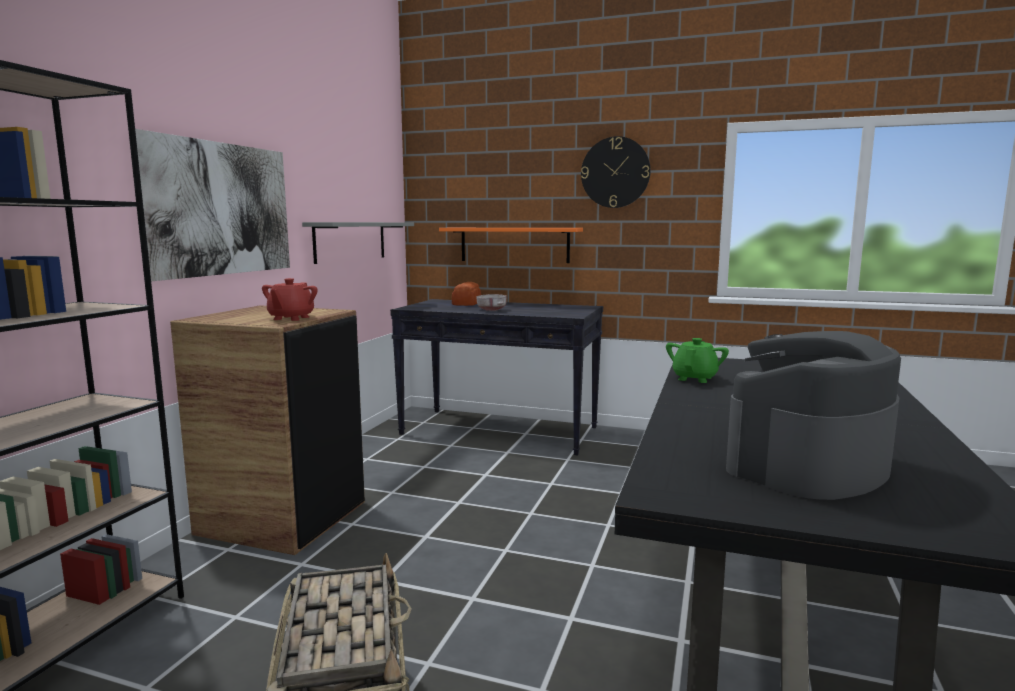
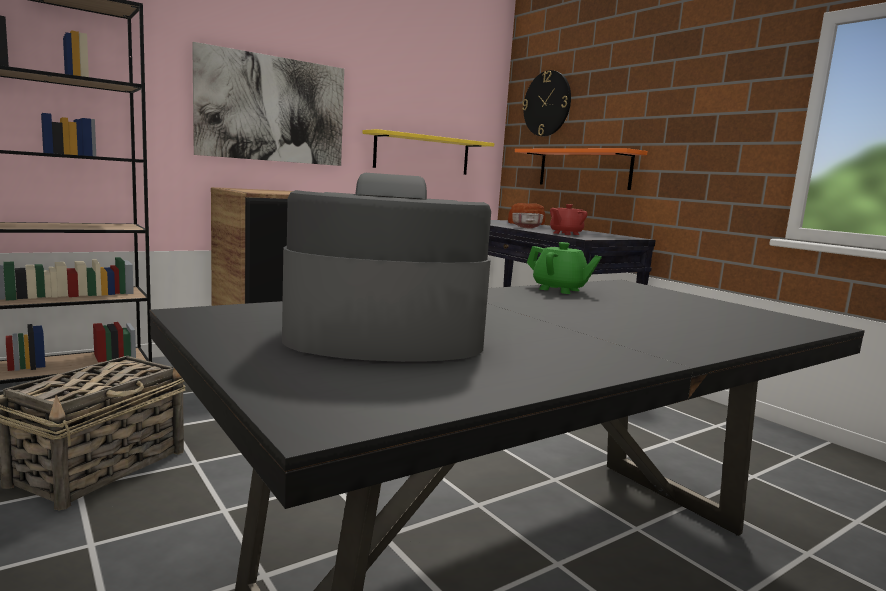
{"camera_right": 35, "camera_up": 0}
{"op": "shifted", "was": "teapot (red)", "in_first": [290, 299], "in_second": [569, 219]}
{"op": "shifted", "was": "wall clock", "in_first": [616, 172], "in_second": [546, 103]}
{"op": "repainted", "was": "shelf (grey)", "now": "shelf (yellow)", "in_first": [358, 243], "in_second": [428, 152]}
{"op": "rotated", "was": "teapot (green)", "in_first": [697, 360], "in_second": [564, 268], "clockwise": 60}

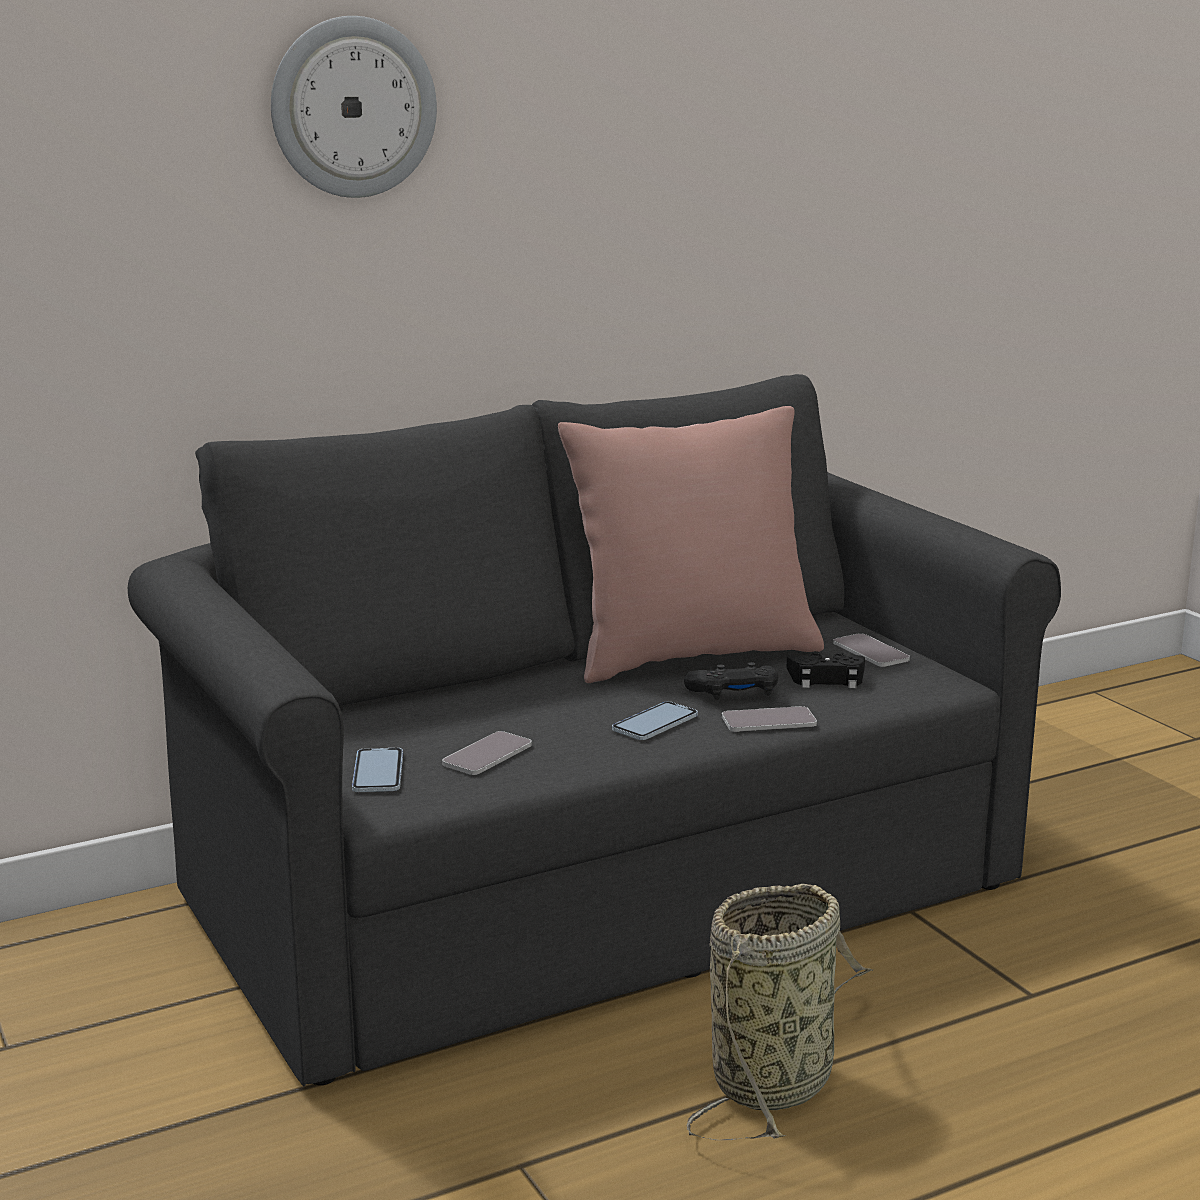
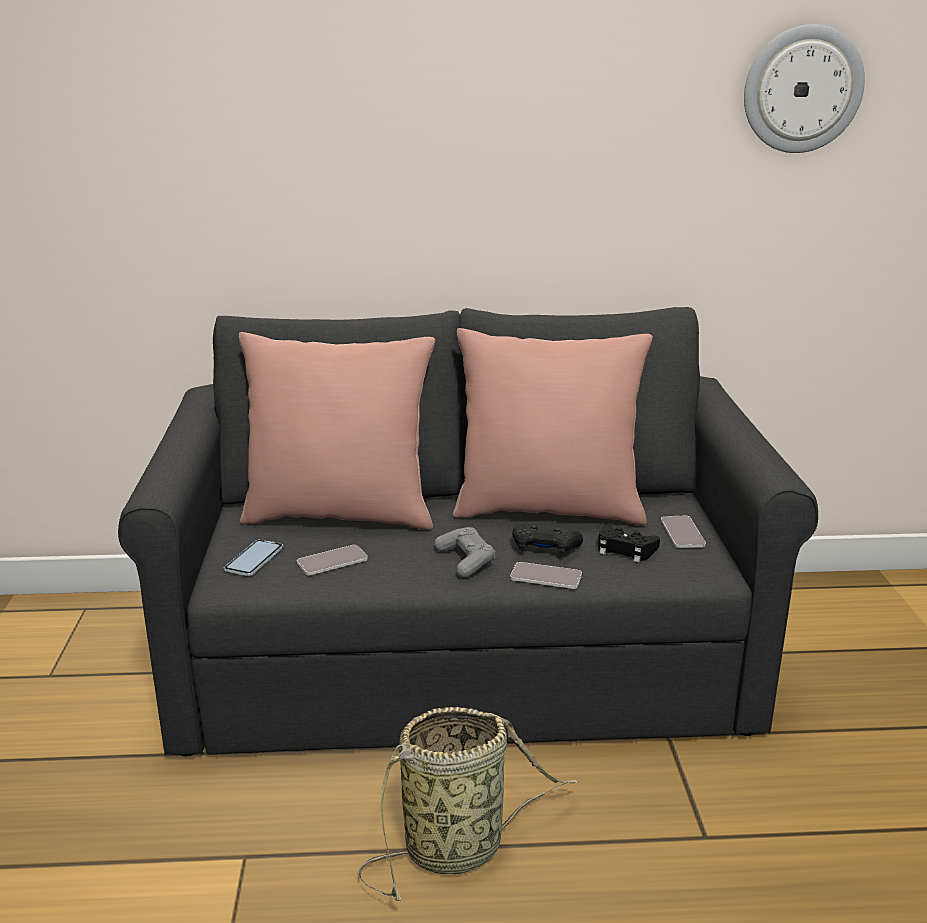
{"camera_right": 25, "camera_up": 5}
{"op": "new", "now": "pillow (pink)", "in_second": [337, 431]}
{"op": "shifted", "was": "wall clock", "in_first": [354, 107], "in_second": [804, 88]}
{"op": "swapped", "was": "phone", "now": "game controller (grey)", "in_first": [655, 720], "in_second": [464, 552]}

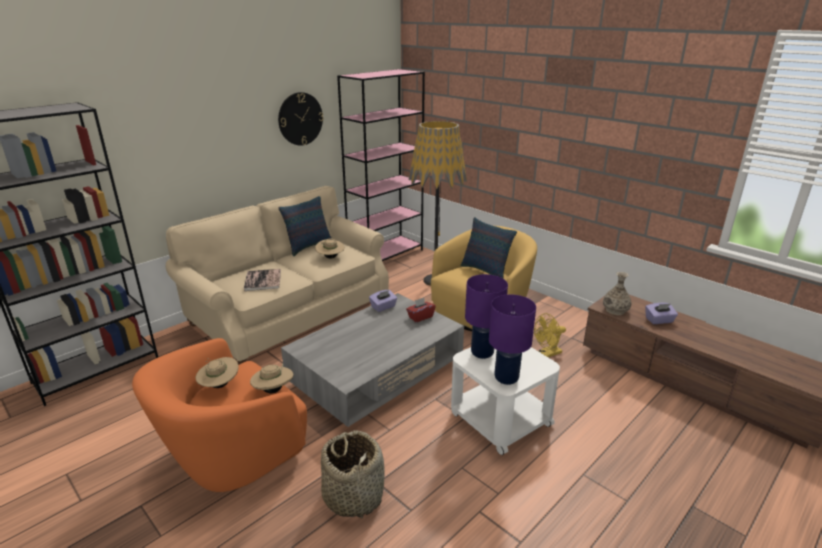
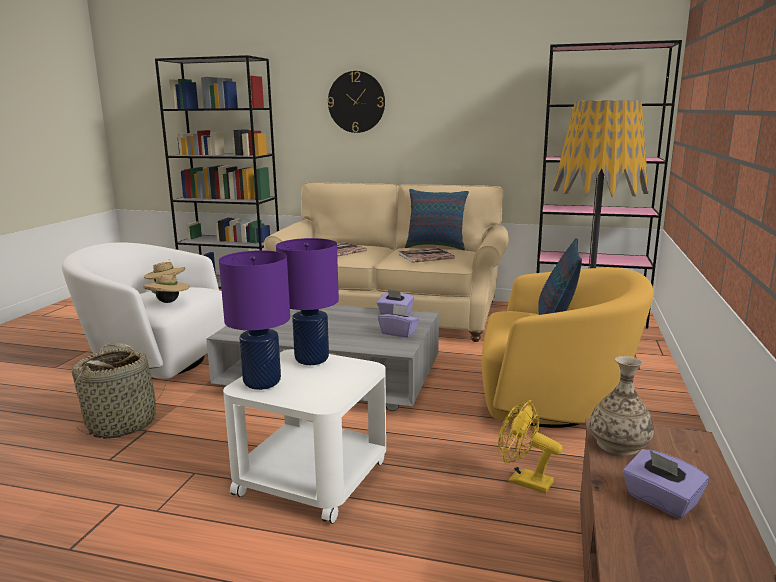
{"camera_right": 60, "camera_up": -10}
{"op": "shifted", "was": "wall clock", "in_first": [301, 119], "in_second": [356, 102]}
{"op": "swapped", "was": "hat (beige)", "now": "book", "in_first": [329, 248], "in_second": [426, 255]}
{"op": "repainted", "was": "armchair (orange)", "now": "armchair (white)", "in_first": [219, 415], "in_second": [143, 310]}
{"op": "repainted", "was": "tissue box (red)", "now": "tissue box (purple)", "in_first": [421, 310], "in_second": [398, 321]}

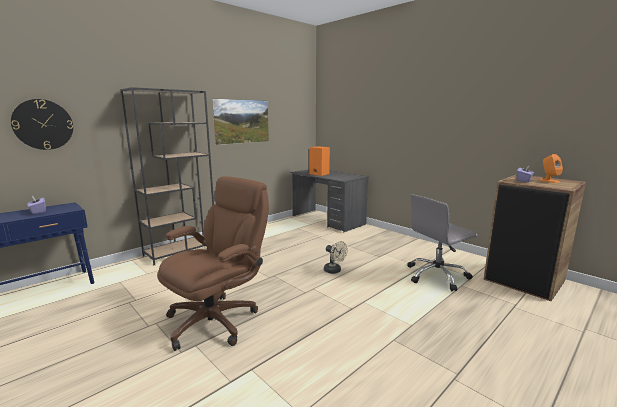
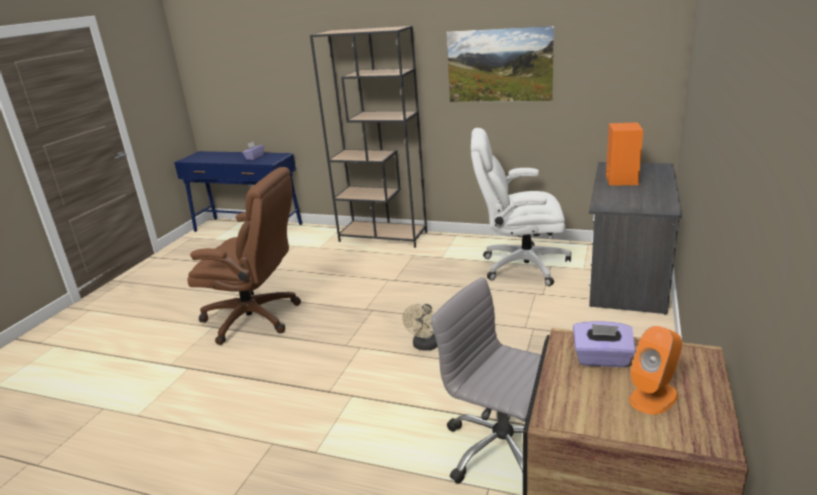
{"camera_right": 65, "camera_up": 10}
{"op": "gone", "was": "wall clock", "in_first": [42, 124]}
{"op": "new", "now": "office chair (white)", "in_second": [521, 207]}

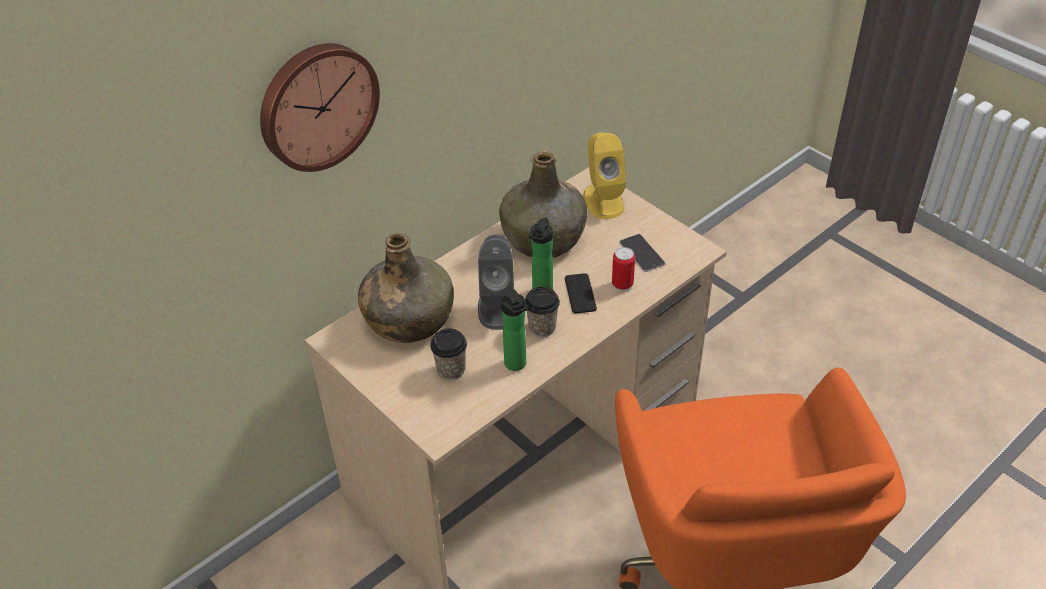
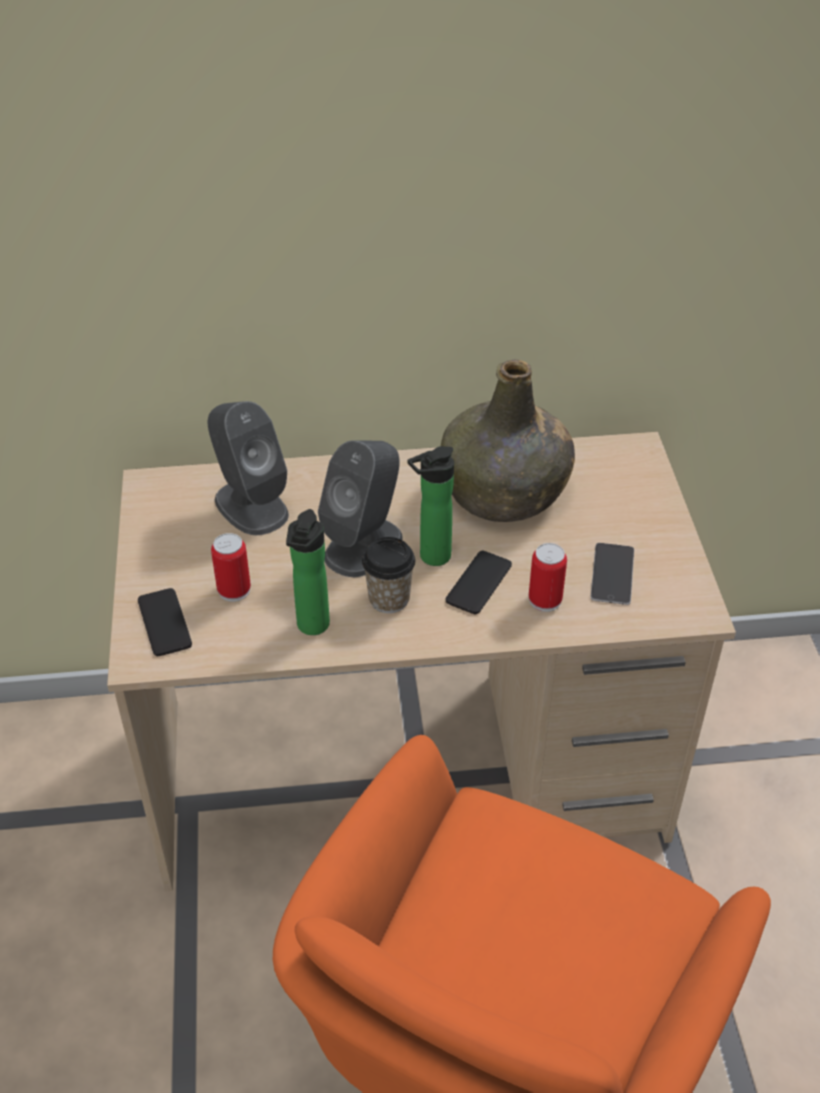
{"camera_right": 35, "camera_up": 0}
{"op": "gone", "was": "wall clock", "in_first": [320, 107]}
{"op": "gone", "was": "speaker (yellow)", "in_first": [604, 175]}
{"op": "new", "now": "phone", "in_second": [165, 622]}
{"op": "swapped", "was": "bottle (green)", "now": "speaker (grey)", "in_first": [406, 288], "in_second": [248, 468]}
{"op": "swapped", "was": "cup", "now": "can", "in_first": [448, 354], "in_second": [231, 567]}

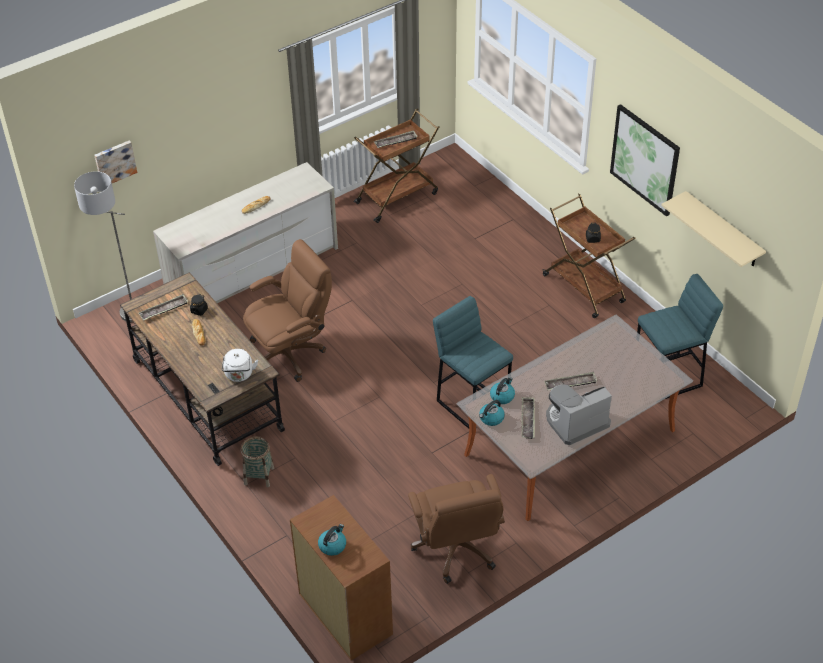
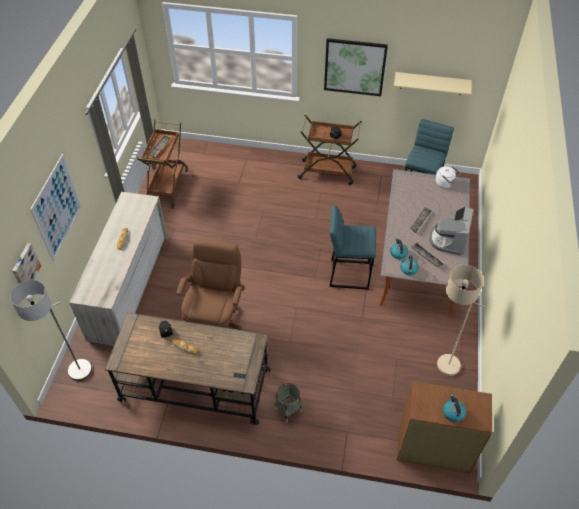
{"camera_right": -45, "camera_up": 5}
{"op": "gone", "was": "tray", "in_first": [163, 307]}
{"op": "new", "now": "picture", "in_second": [56, 207]}
{"op": "shifted", "was": "kettle (white)", "in_first": [240, 365], "in_second": [447, 177]}
{"op": "swapped", "was": "office chair (brown)", "now": "floor lamp (beige)", "in_first": [456, 529], "in_second": [460, 320]}

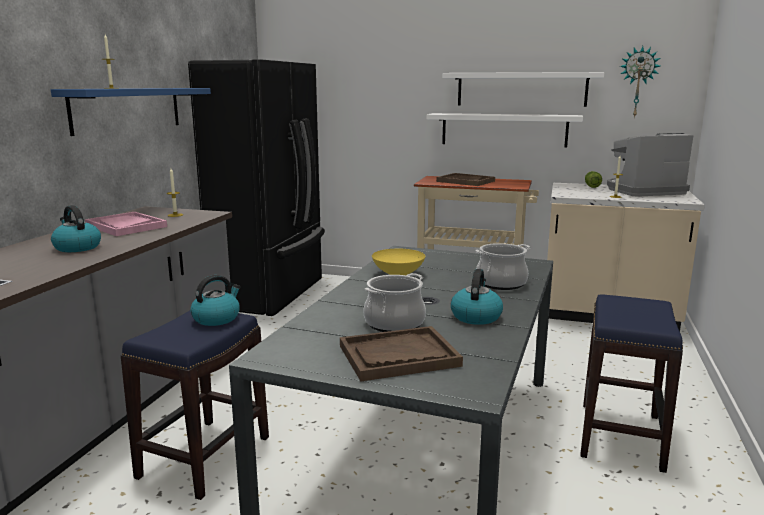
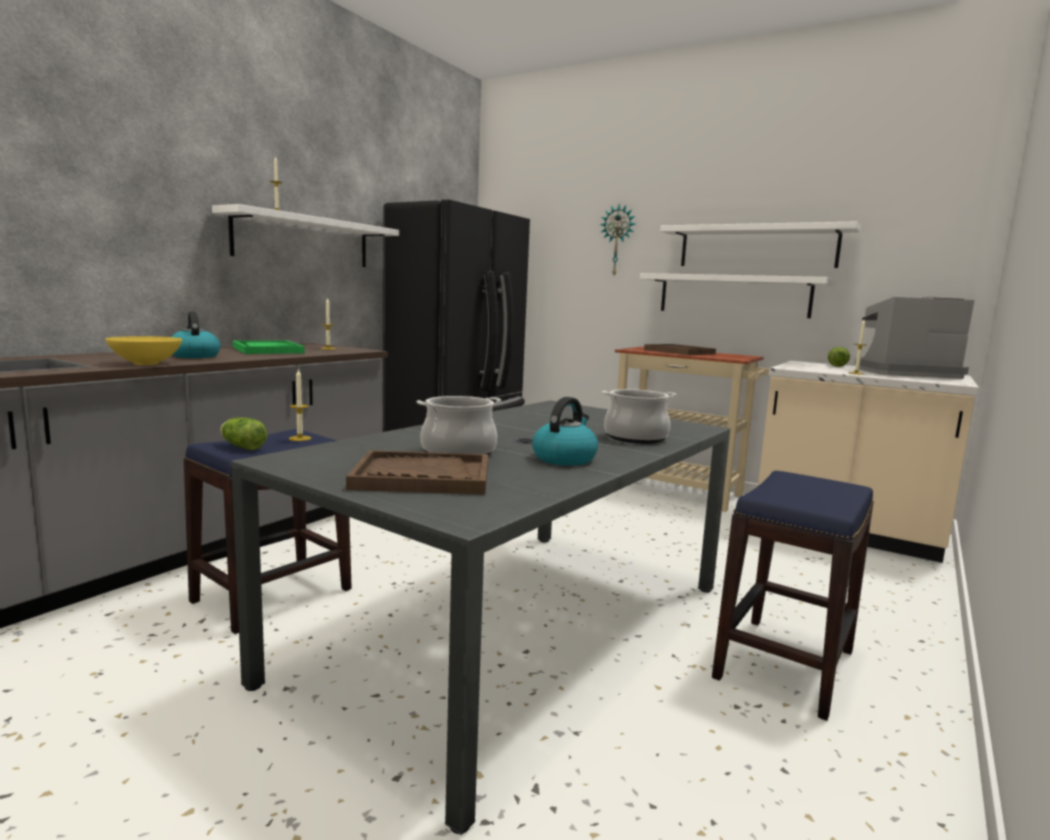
{"camera_right": 15, "camera_up": -5}
{"op": "new", "now": "lettuce", "in_second": [243, 433]}
{"op": "shifted", "was": "bowl (yellow)", "in_first": [398, 262], "in_second": [143, 350]}
{"op": "shifted", "was": "wall clock", "in_first": [640, 82], "in_second": [617, 239]}
{"op": "swapped", "was": "kettle", "now": "candle", "in_first": [215, 300], "in_second": [300, 405]}
{"op": "repainted", "was": "shelf (blue)", "now": "shelf (white)", "in_first": [131, 112], "in_second": [305, 235]}
{"op": "repainted", "was": "tray (pink)", "now": "tray (green)", "in_first": [126, 224], "in_second": [269, 347]}

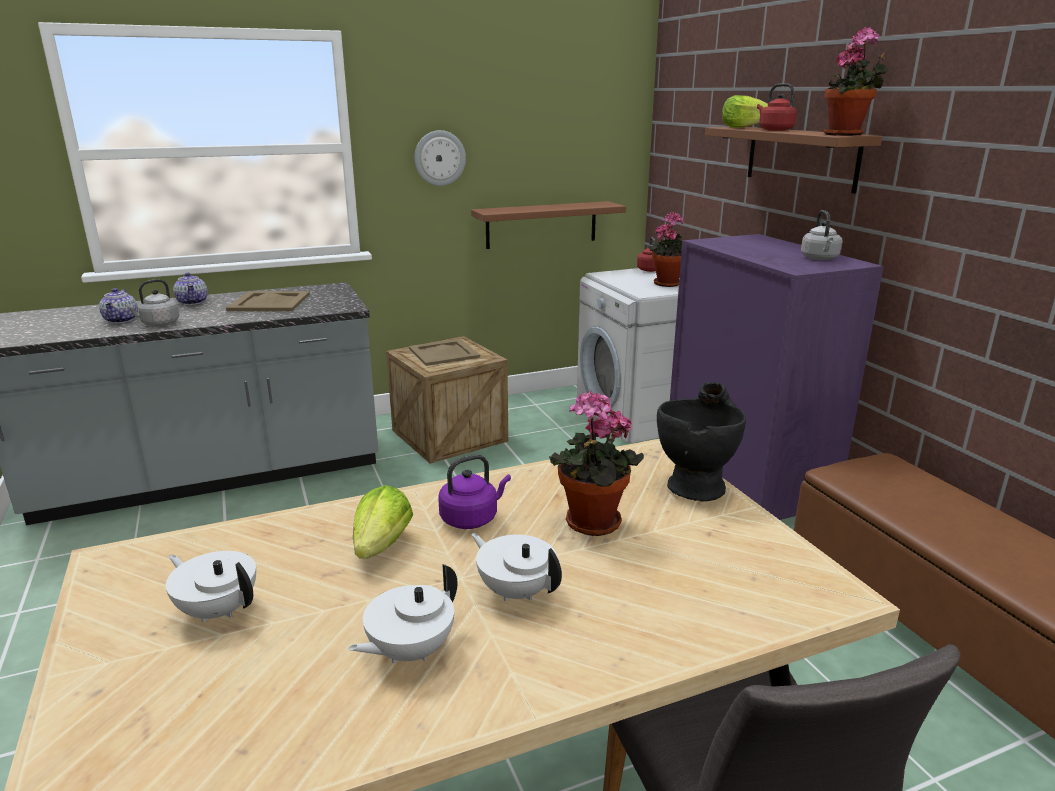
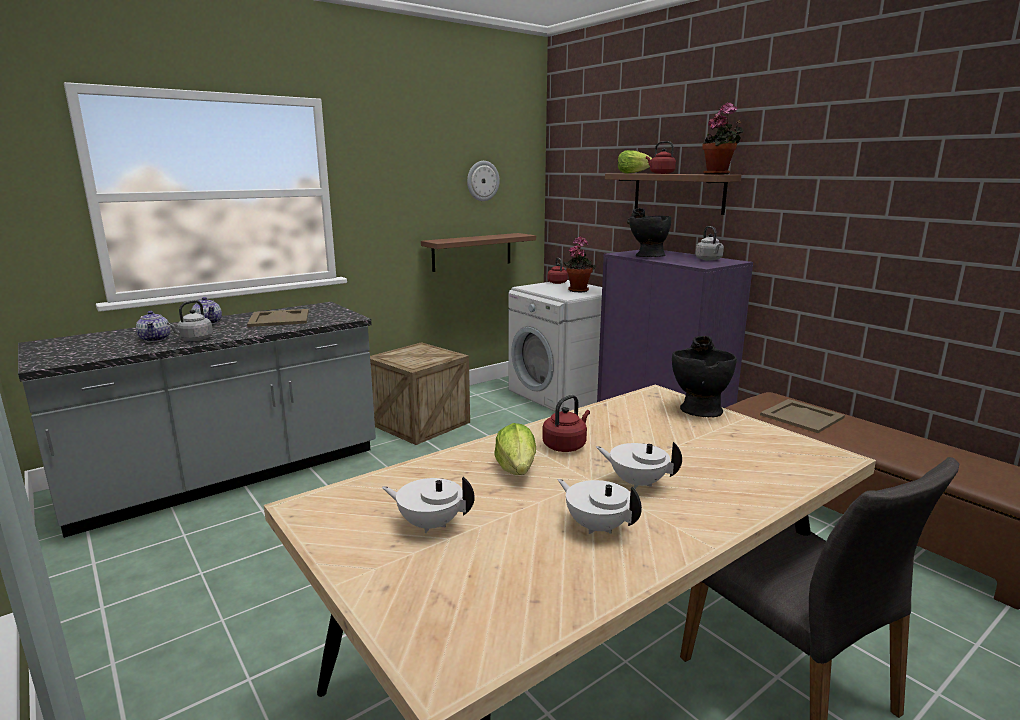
{"camera_right": -15, "camera_up": -5}
{"op": "gone", "was": "potted plant", "in_first": [596, 463]}
{"op": "new", "now": "vase (black)", "in_second": [649, 232]}
{"op": "shifted", "was": "tray (beige)", "in_first": [444, 352], "in_second": [802, 416]}
{"op": "shifted", "was": "wall clock", "in_first": [440, 158], "in_second": [483, 181]}
{"op": "repainted", "was": "kettle (purple)", "now": "kettle (red)", "in_first": [474, 491], "in_second": [566, 423]}
{"op": "rotated", "was": "teapot (white)", "in_first": [402, 614], "in_second": [600, 506], "clockwise": 105}

